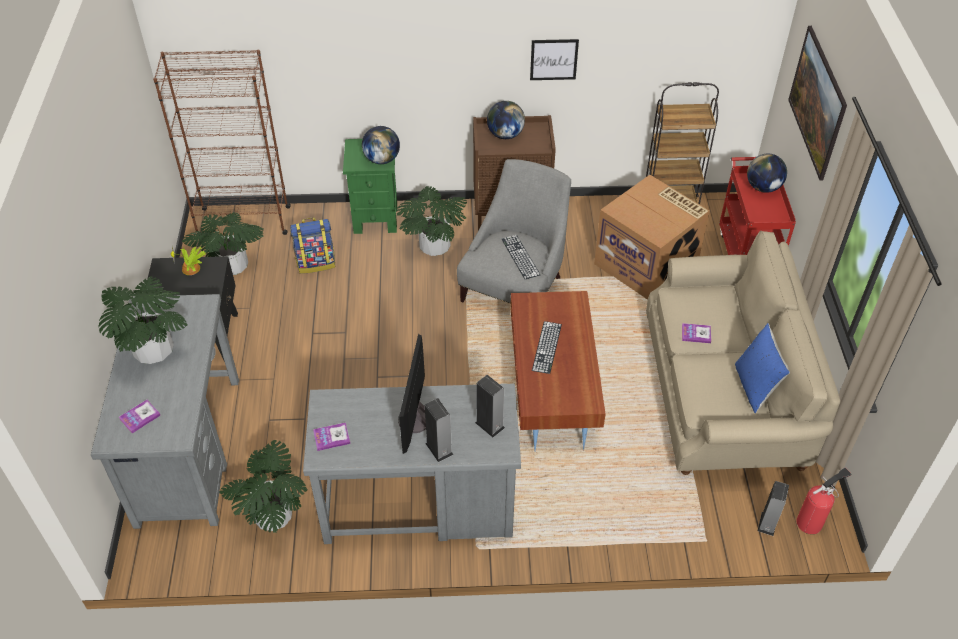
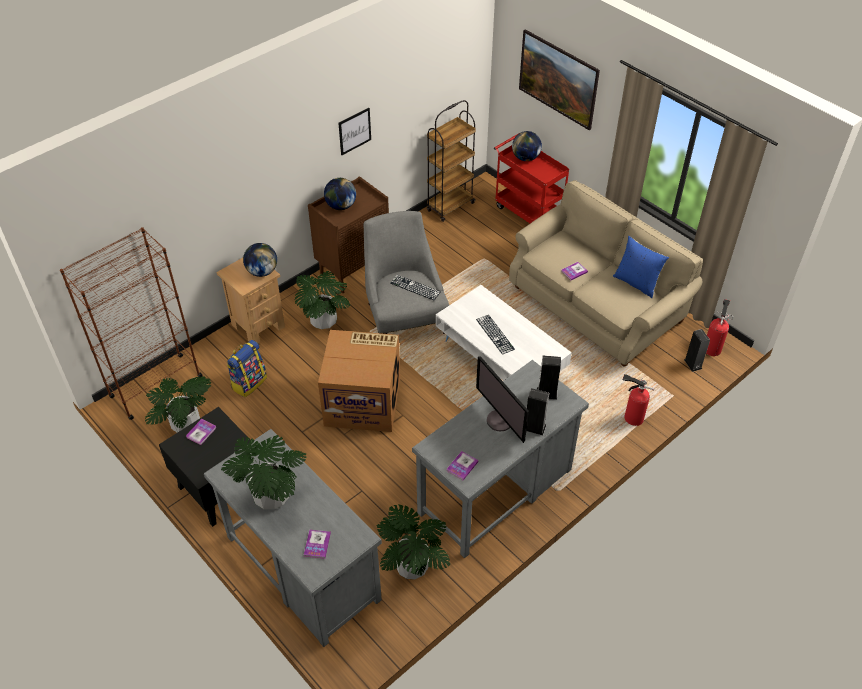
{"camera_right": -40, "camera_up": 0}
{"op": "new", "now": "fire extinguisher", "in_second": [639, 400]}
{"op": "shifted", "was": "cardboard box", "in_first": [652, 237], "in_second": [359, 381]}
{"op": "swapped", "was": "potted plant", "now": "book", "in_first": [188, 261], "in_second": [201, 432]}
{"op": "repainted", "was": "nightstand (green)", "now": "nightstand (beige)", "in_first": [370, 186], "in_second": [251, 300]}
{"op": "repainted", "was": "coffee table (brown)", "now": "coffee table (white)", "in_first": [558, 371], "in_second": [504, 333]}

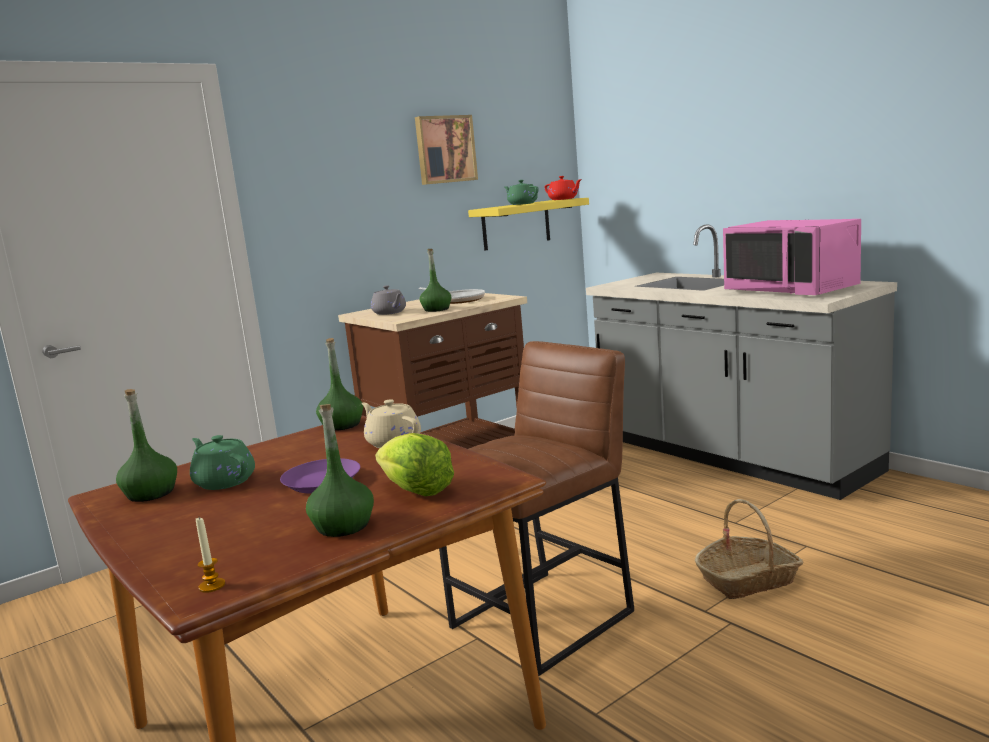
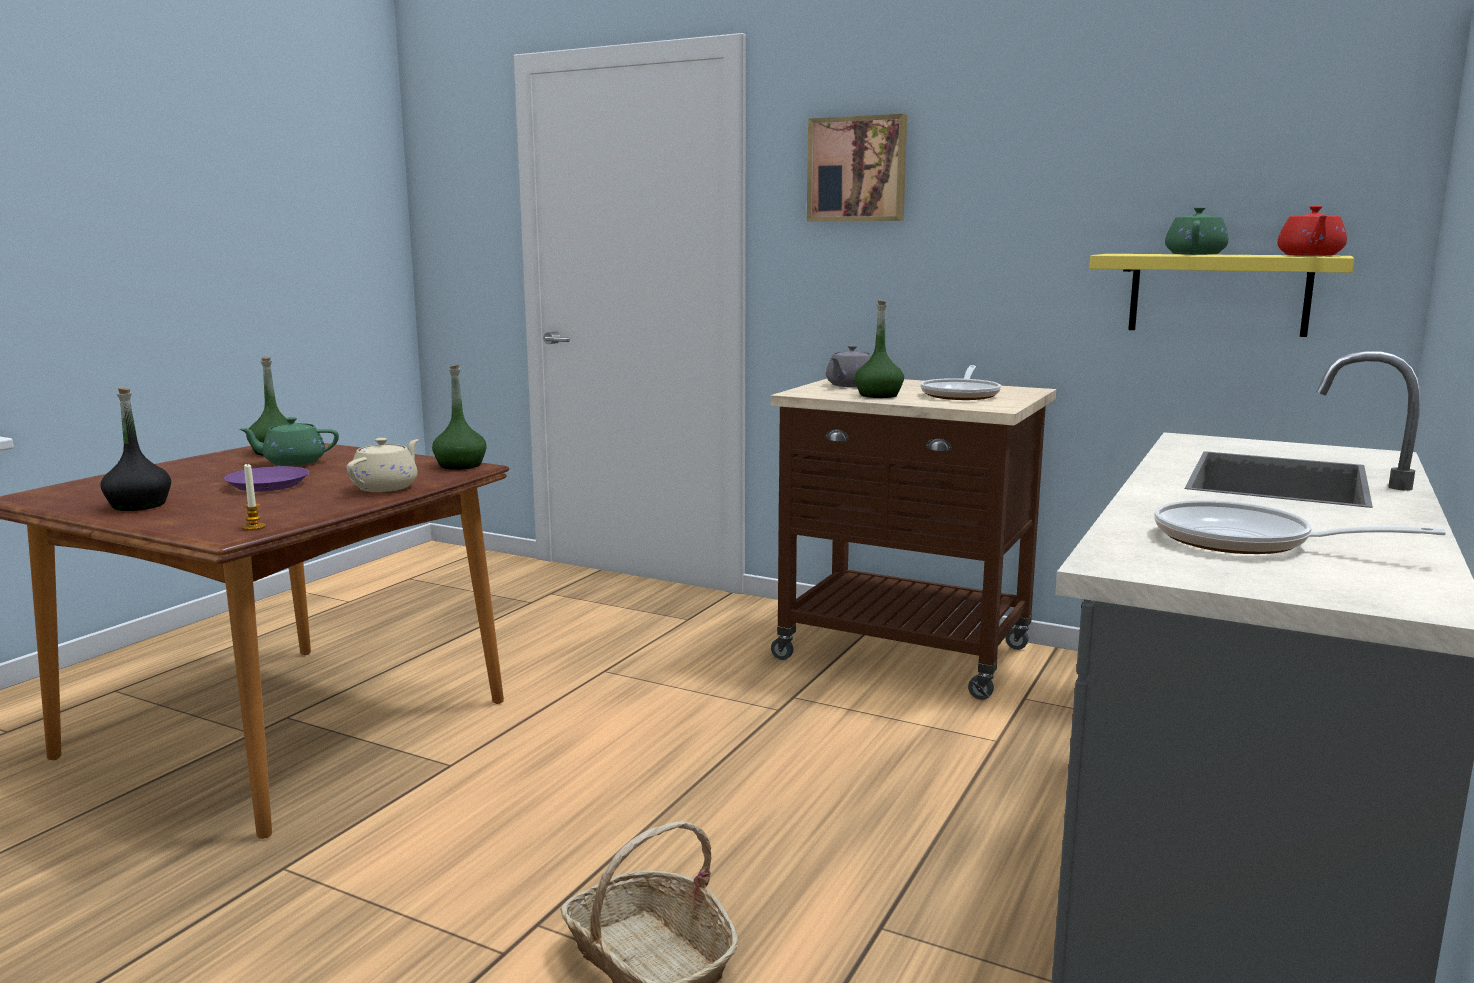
{"camera_right": 65, "camera_up": 0}
{"op": "gone", "was": "lettuce", "in_first": [414, 464]}
{"op": "gone", "was": "chair (brown)", "in_first": [536, 509]}
{"op": "shifted", "was": "candle", "in_first": [210, 555], "in_second": [254, 497]}
{"op": "shifted", "was": "picture", "in_first": [446, 150], "in_second": [857, 167]}
{"op": "swapped", "was": "microwave (pink)", "now": "frying pan", "in_first": [792, 257], "in_second": [1300, 527]}
{"op": "repainted", "was": "bottle (green)", "now": "bottle (black)", "in_first": [340, 470], "in_second": [135, 449]}
{"op": "rotated", "was": "teapot (green)", "in_first": [222, 462], "in_second": [289, 441], "clockwise": -120}

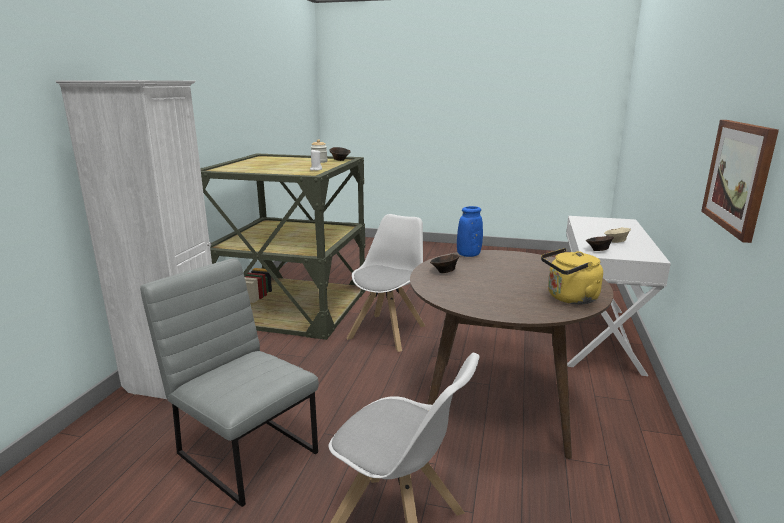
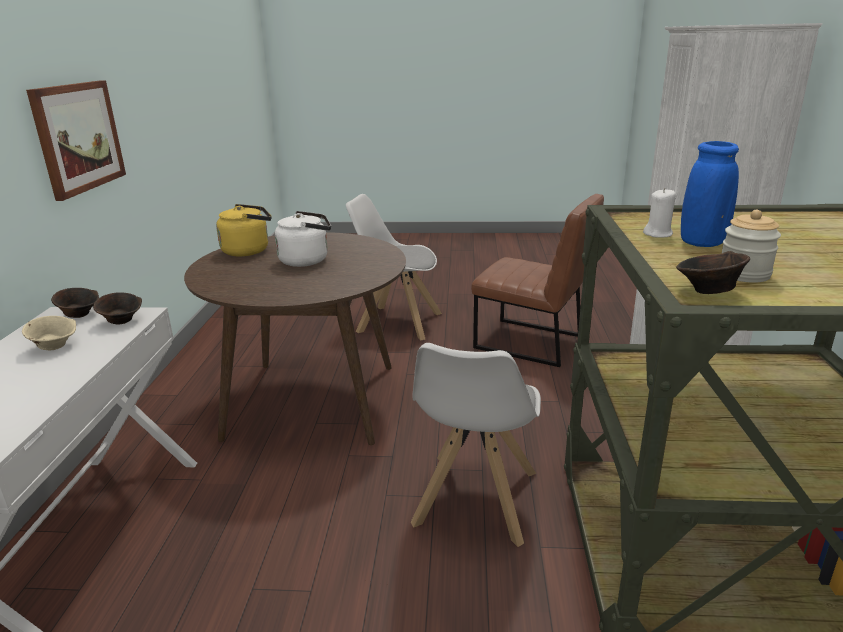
{"camera_right": 170, "camera_up": 5}
{"op": "new", "now": "kettle (white)", "in_second": [303, 239]}
{"op": "shifted", "was": "bowl (brown)", "in_first": [444, 263], "in_second": [75, 303]}
{"op": "shifted", "was": "vase (blue)", "in_first": [470, 231], "in_second": [710, 194]}
{"op": "repainted", "was": "chair (grey)", "now": "chair (brown)", "in_first": [229, 382], "in_second": [537, 280]}

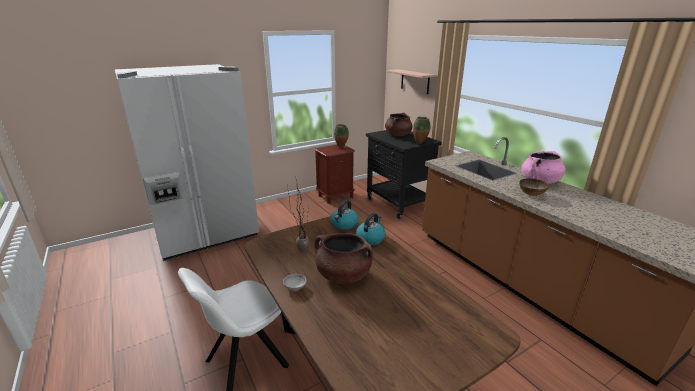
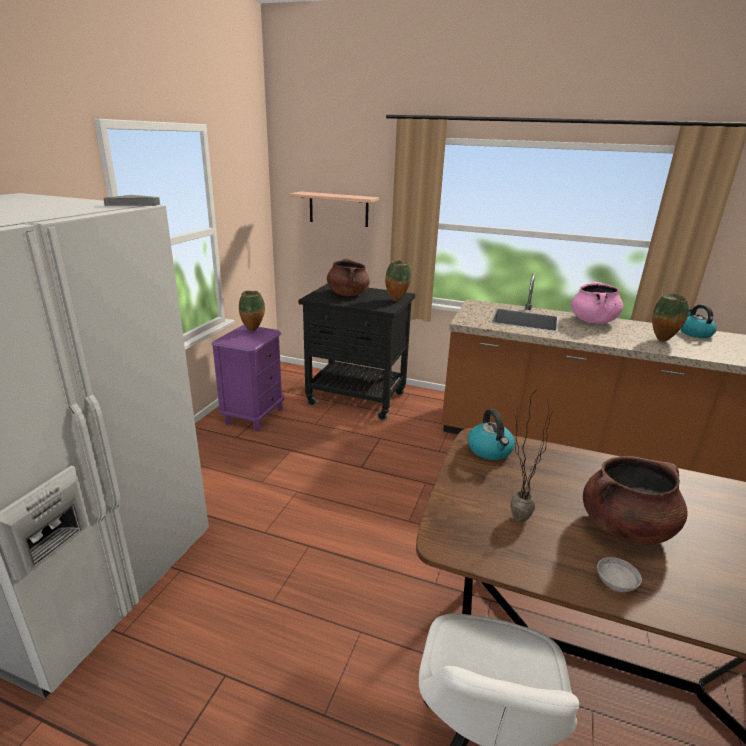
{"camera_right": -40, "camera_up": 0}
{"op": "gone", "was": "bowl", "in_first": [534, 187]}
{"op": "new", "now": "vase", "in_second": [670, 317]}
{"op": "shifted", "was": "kettle", "in_first": [371, 229], "in_second": [699, 321]}
{"op": "repainted", "was": "nightstand (brown)", "now": "nightstand (purple)", "in_first": [334, 174], "in_second": [247, 378]}

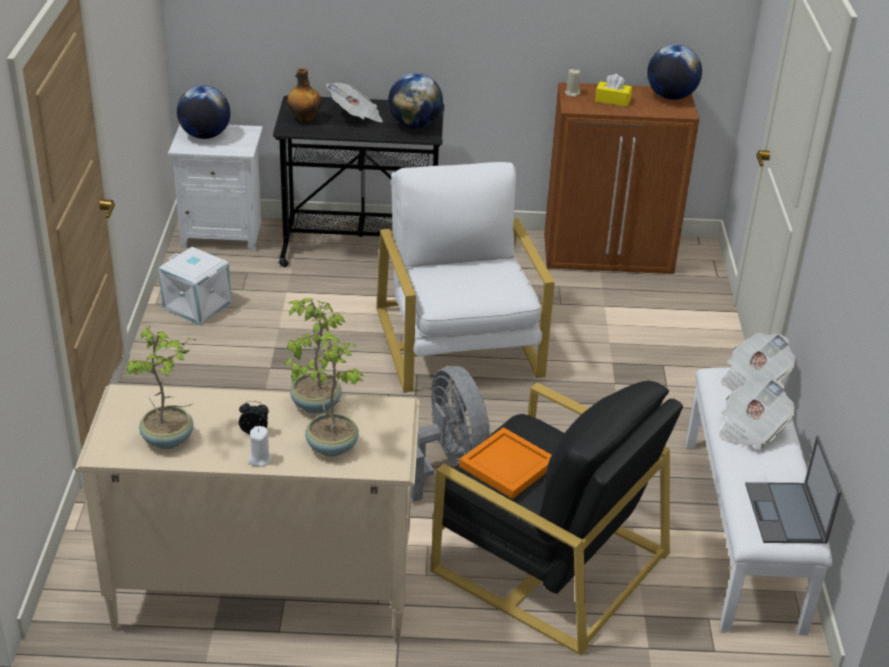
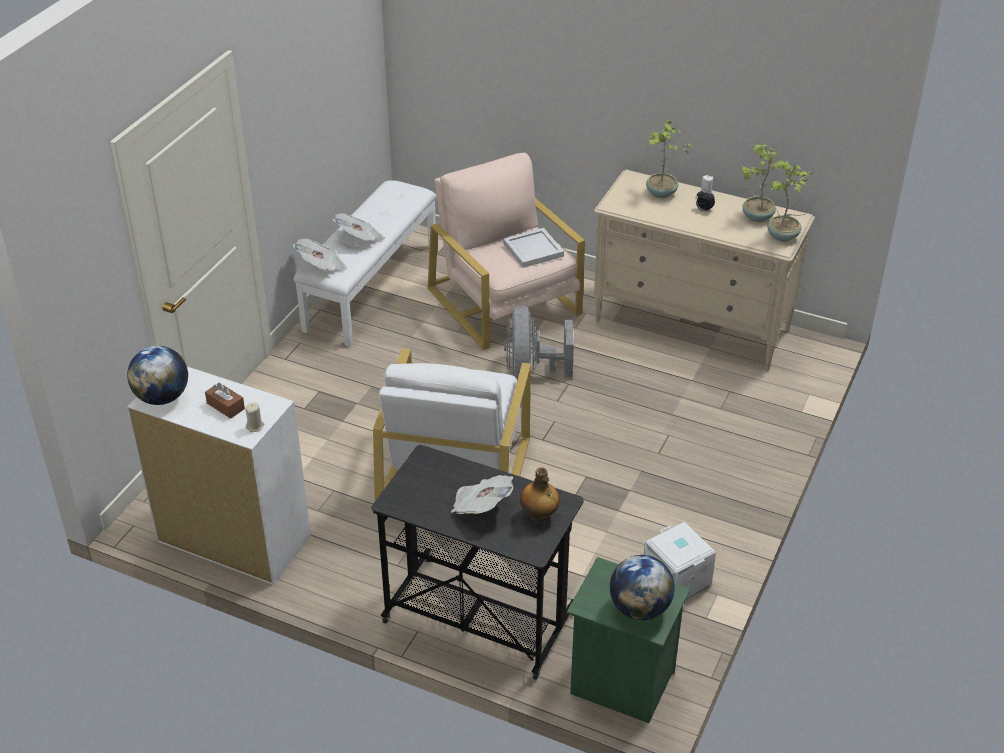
{"camera_right": -155, "camera_up": 5}
{"op": "gone", "was": "globe", "in_first": [415, 100]}
{"op": "gone", "was": "laptop", "in_first": [793, 489]}
{"op": "shifted", "was": "potted plant", "in_first": [316, 356], "in_second": [789, 201]}
{"op": "repainted", "was": "nightstand (white)", "now": "nightstand (green)", "in_first": [215, 188], "in_second": [628, 640]}
{"op": "repainted", "was": "armchair (black)", "now": "armchair (beige)", "in_first": [556, 518], "in_second": [506, 251]}
{"op": "repainted", "was": "tray (orange)", "now": "tray (white)", "in_first": [505, 463], "in_second": [533, 248]}
{"op": "repainted", "was": "cabinet (brown)", "now": "cabinet (white)", "in_first": [621, 178], "in_second": [219, 476]}
{"op": "repainted", "was": "tissue box (yellow)", "now": "tissue box (brown)", "in_first": [613, 90], "in_second": [225, 401]}

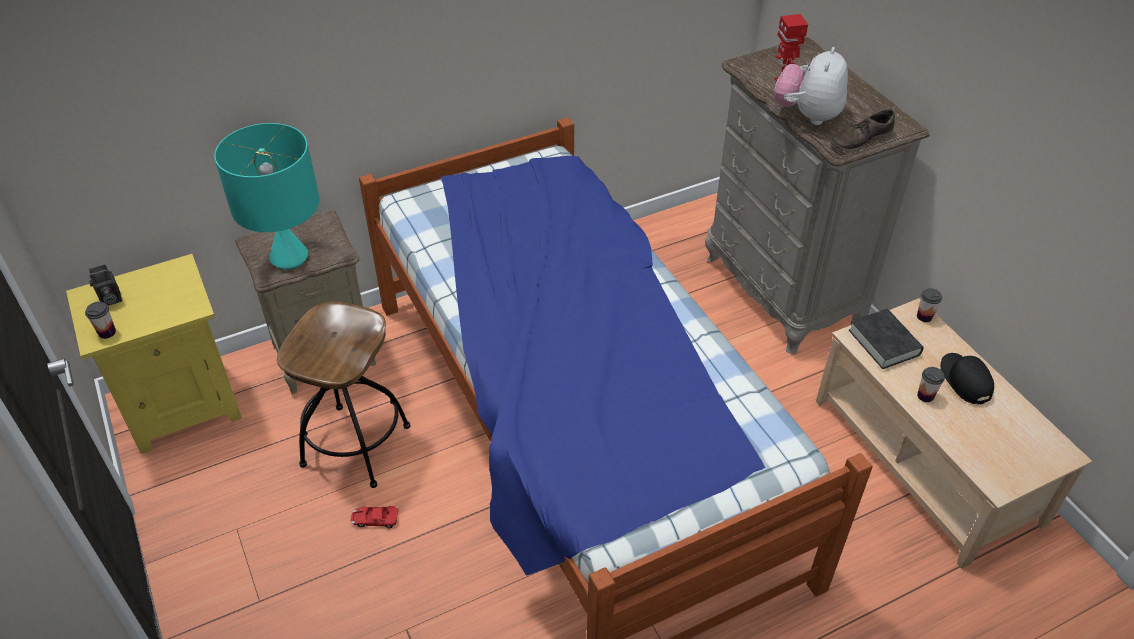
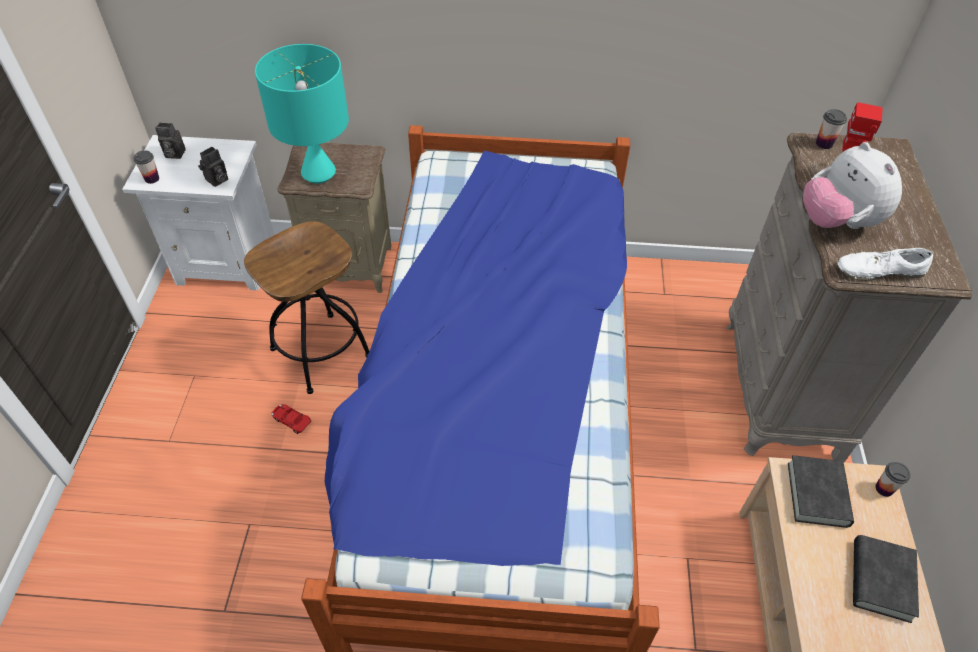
{"camera_right": 30, "camera_up": 5}
{"op": "new", "now": "photo camera", "in_second": [213, 166]}
{"op": "shifted", "was": "cup", "in_first": [931, 384], "in_second": [831, 129]}
{"op": "swapped", "was": "cap (black)", "now": "book (black)", "in_first": [967, 379], "in_second": [886, 579]}
{"op": "repainted", "was": "nightstand (yellow)", "now": "nightstand (white)", "in_first": [154, 354], "in_second": [198, 213]}
{"op": "repainted", "was": "shoe (brown)", "now": "shoe (white)", "in_first": [863, 130], "in_second": [885, 264]}
{"op": "rotated", "was": "plush toy", "in_first": [811, 86], "in_second": [852, 185], "clockwise": -75}

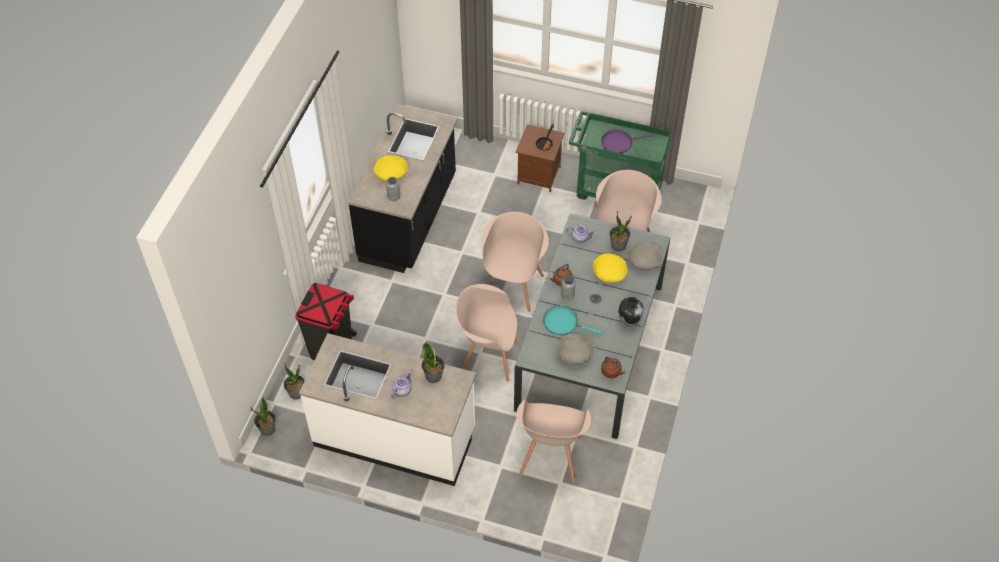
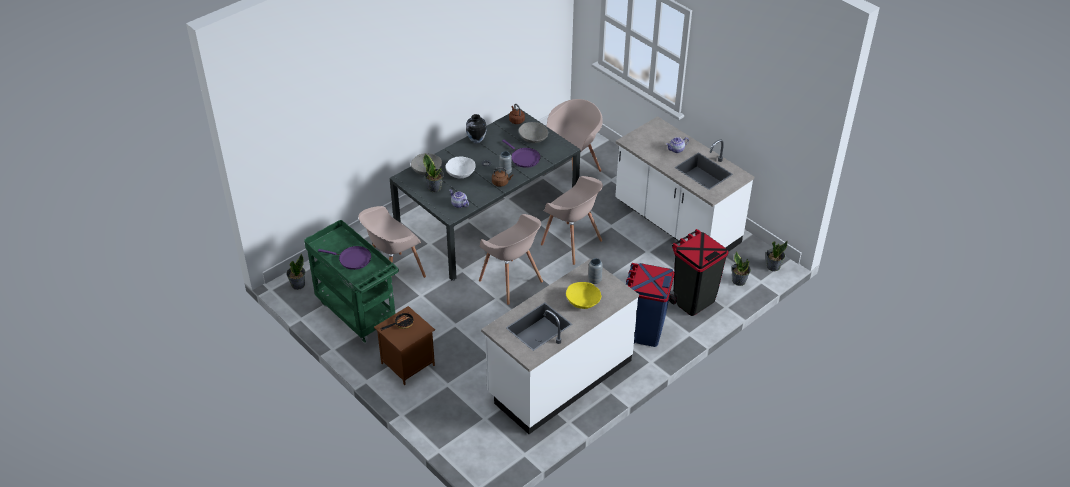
{"camera_right": -150, "camera_up": -10}
{"op": "new", "now": "trash can (blue)", "in_second": [650, 305]}
{"op": "shifted", "was": "potted plant", "in_first": [433, 362], "in_second": [295, 272]}
{"op": "repainted", "was": "counter (black)", "now": "counter (white)", "in_first": [403, 188], "in_second": [560, 346]}
{"op": "repainted", "was": "frying pan (turquoise)", "now": "frying pan (purple)", "in_first": [572, 320], "in_second": [521, 154]}
{"op": "repainted", "was": "bowl (yellow)", "now": "bowl (white)", "in_first": [610, 268], "in_second": [460, 167]}
{"op": "rotated", "was": "chair (beige)", "in_first": [515, 262], "in_second": [511, 259], "clockwise": -90}

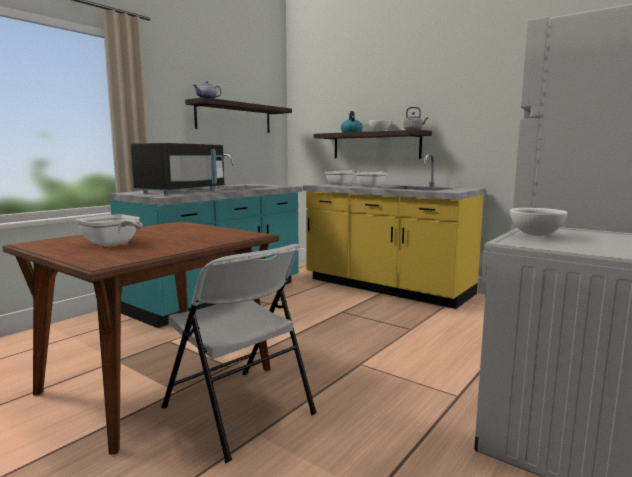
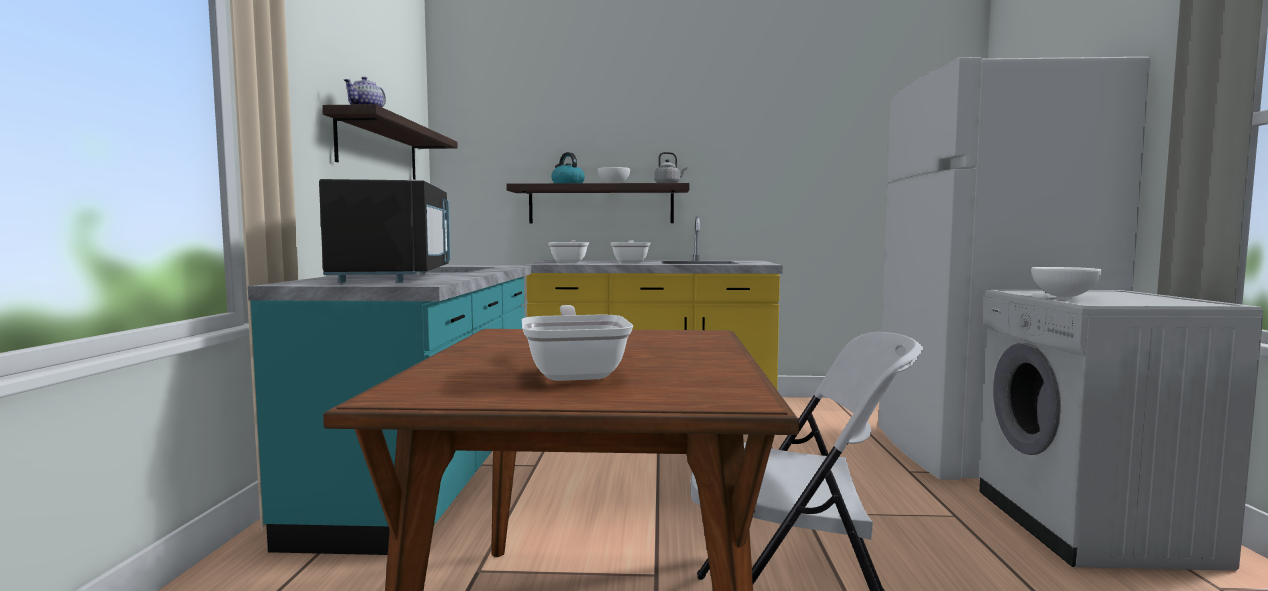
{"camera_right": -35, "camera_up": -5}
{"op": "rotated", "was": "frying pan", "in_first": [109, 230], "in_second": [577, 343], "clockwise": -105}

